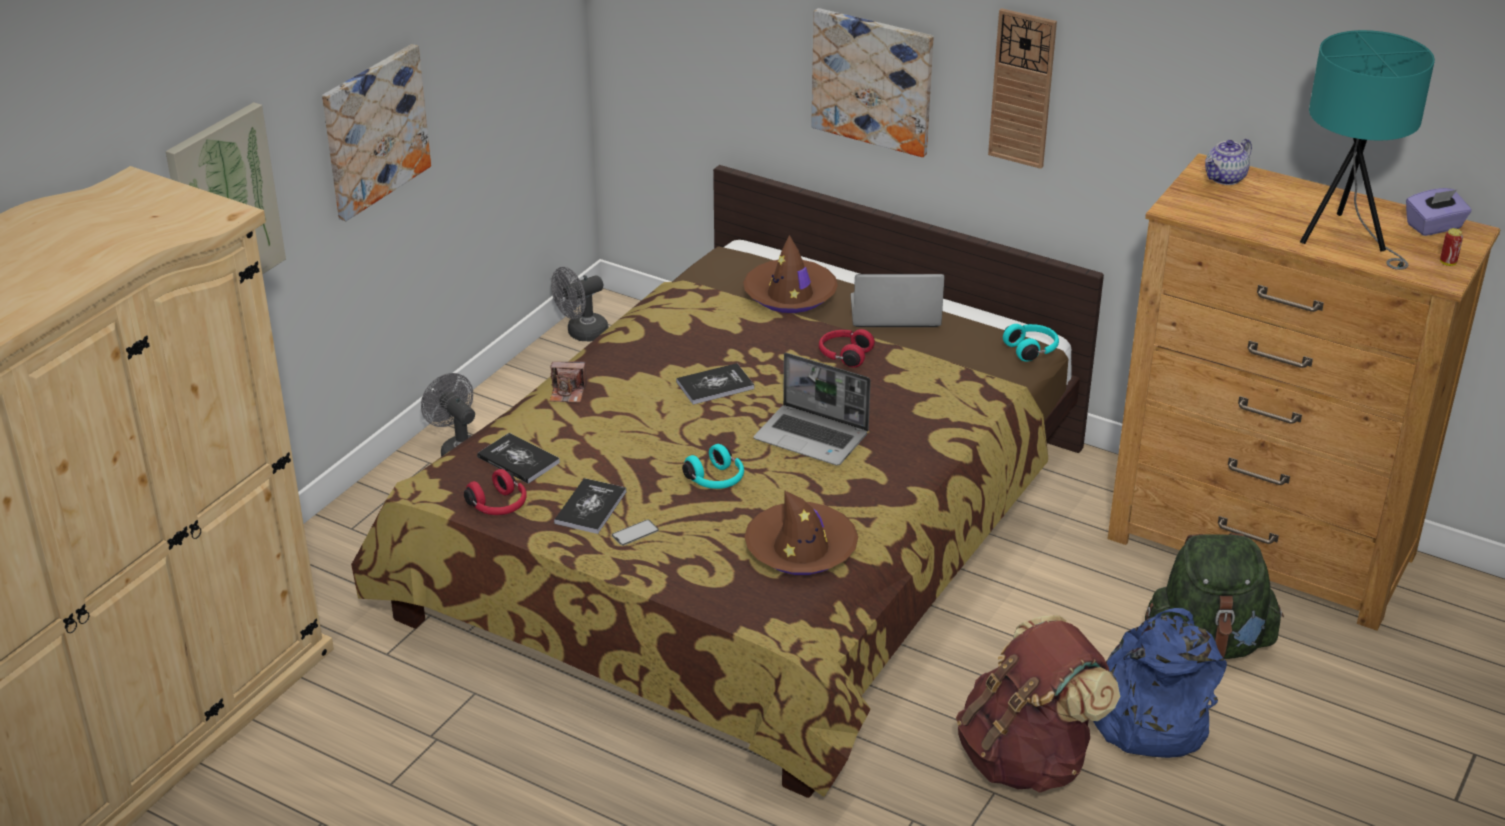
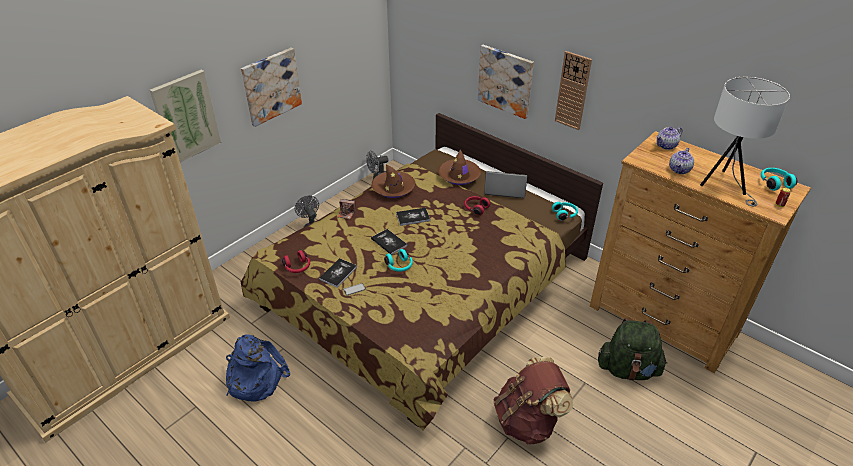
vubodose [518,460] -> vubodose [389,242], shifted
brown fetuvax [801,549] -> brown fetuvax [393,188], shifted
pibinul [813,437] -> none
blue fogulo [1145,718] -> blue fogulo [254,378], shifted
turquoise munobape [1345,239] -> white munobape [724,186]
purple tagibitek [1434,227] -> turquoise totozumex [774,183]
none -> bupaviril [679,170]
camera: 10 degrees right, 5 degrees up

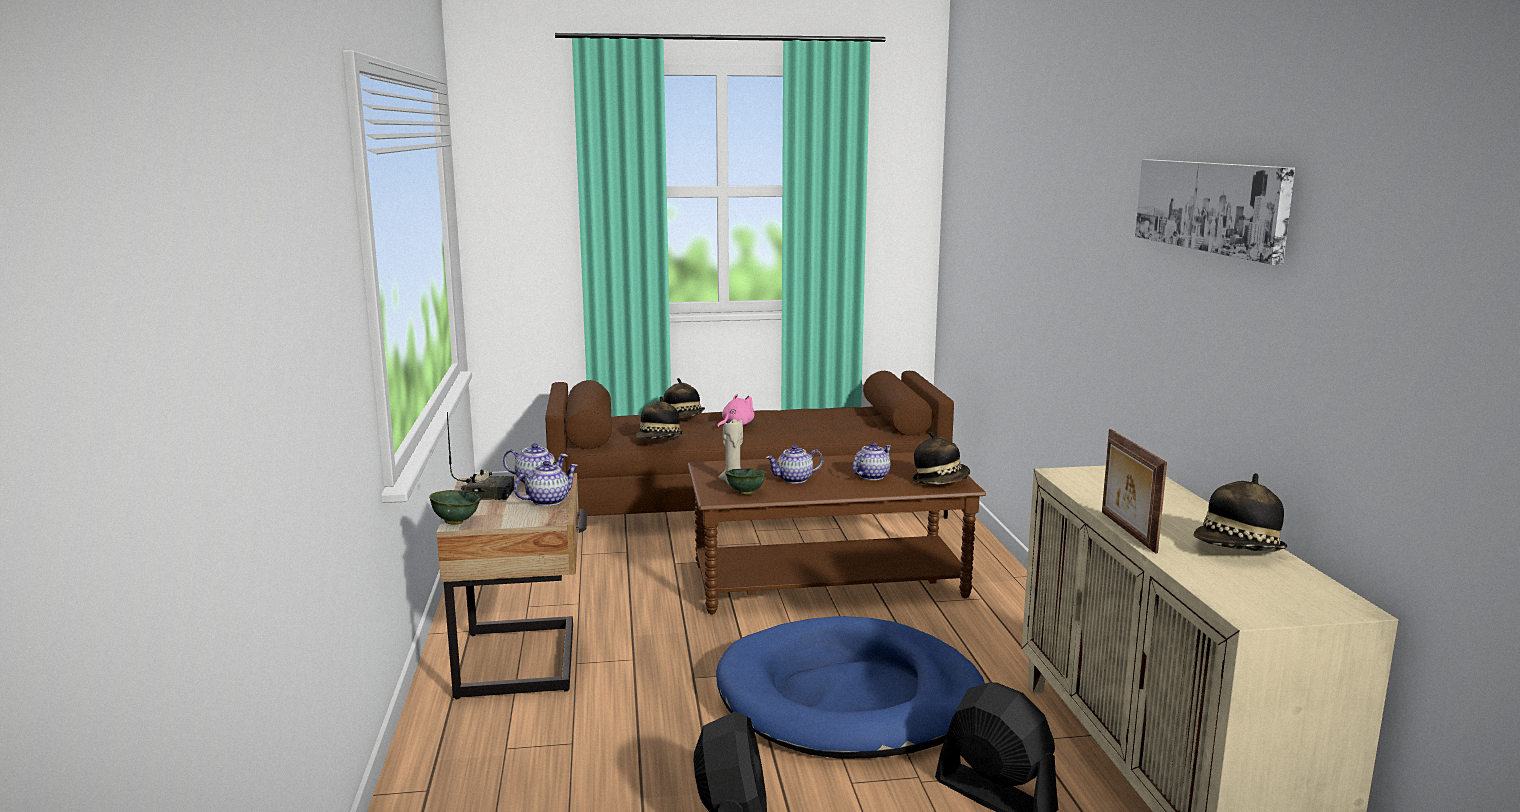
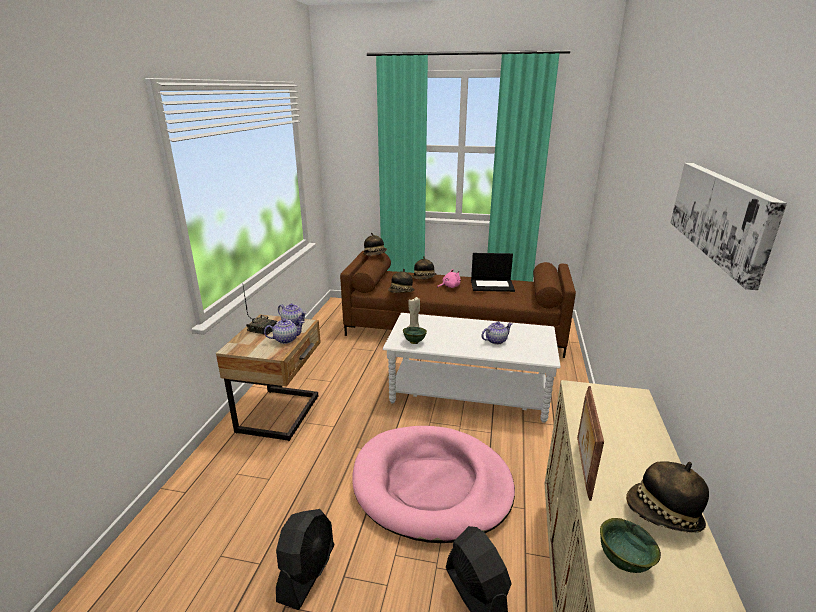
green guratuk [455,522] -> green guratuk [622,561], shifted
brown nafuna [829,582] -> white nafuna [469,393]
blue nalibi [850,698] -> pink nalibi [432,485]
bupaviril [794,479] -> none
fetuvax [940,482] -> fetuvax [375,255], shifted
none -> pibinul [492,285]
camera: 20 degrees right, 10 degrees up

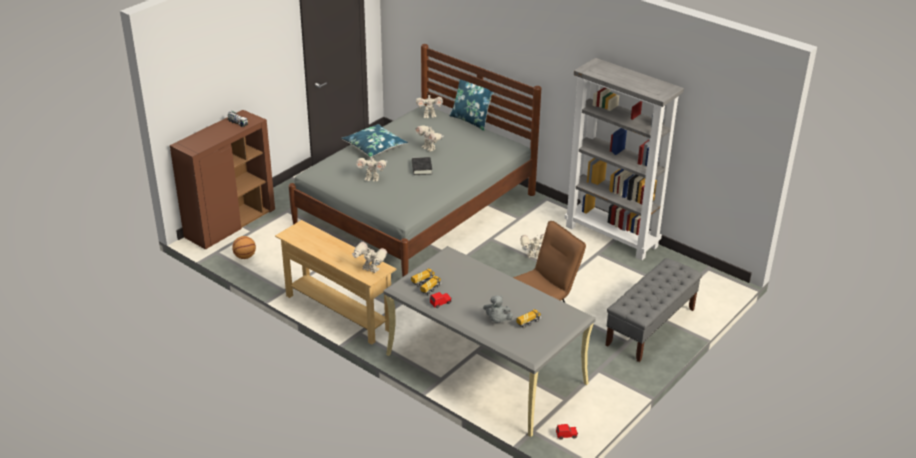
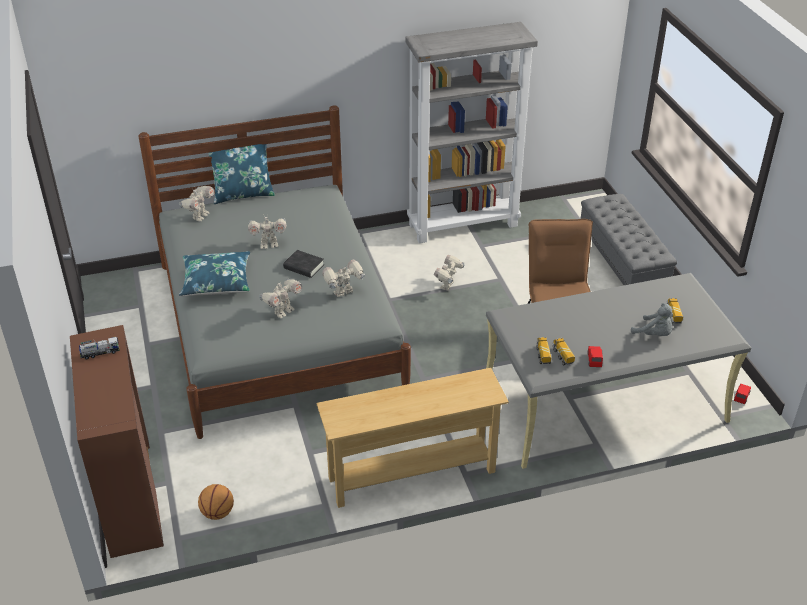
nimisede [370,270] -> nimisede [344,293], shifted
camera: 55 degrees left, 5 degrees up

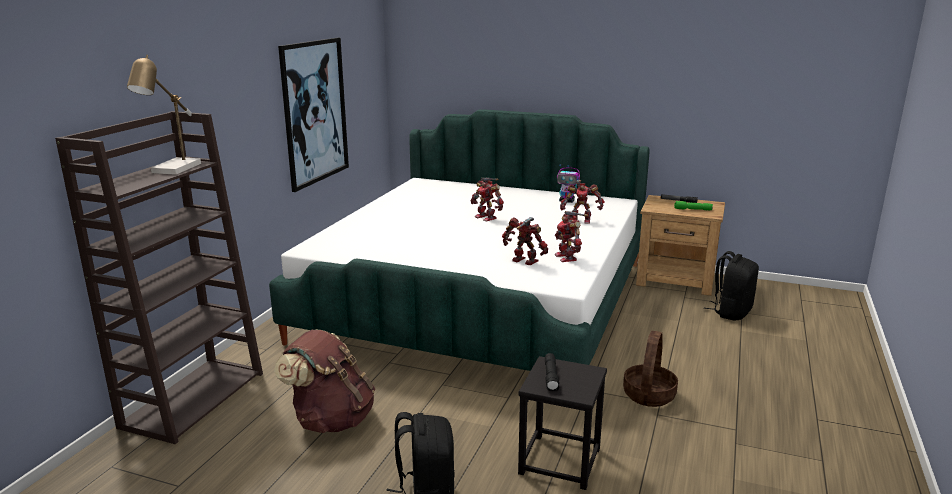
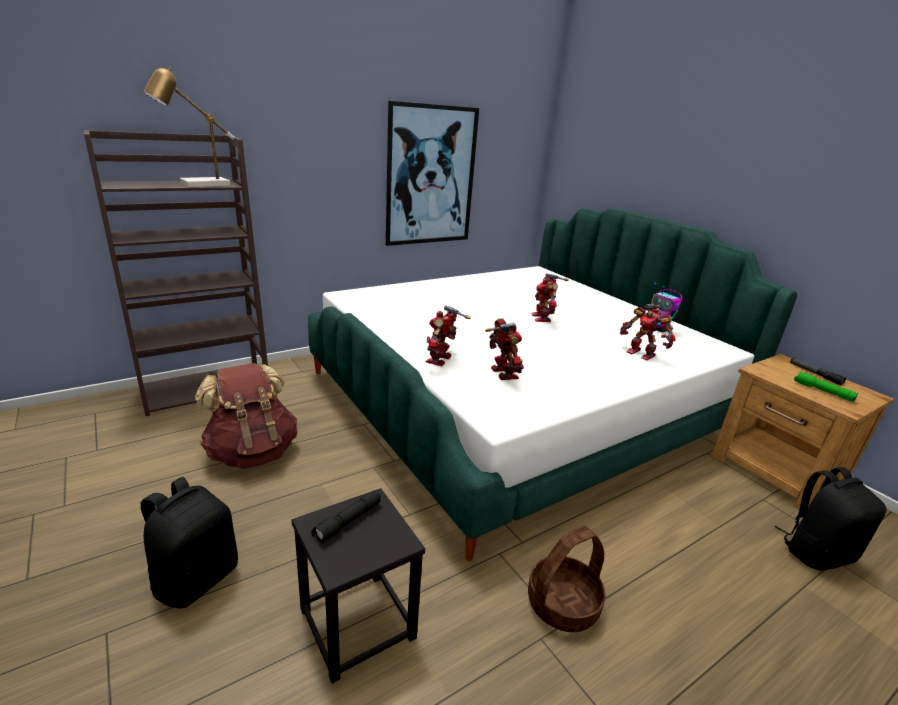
nimisede [567,257] -> nimisede [440,360], shifted
camera: 35 degrees right, 5 degrees up

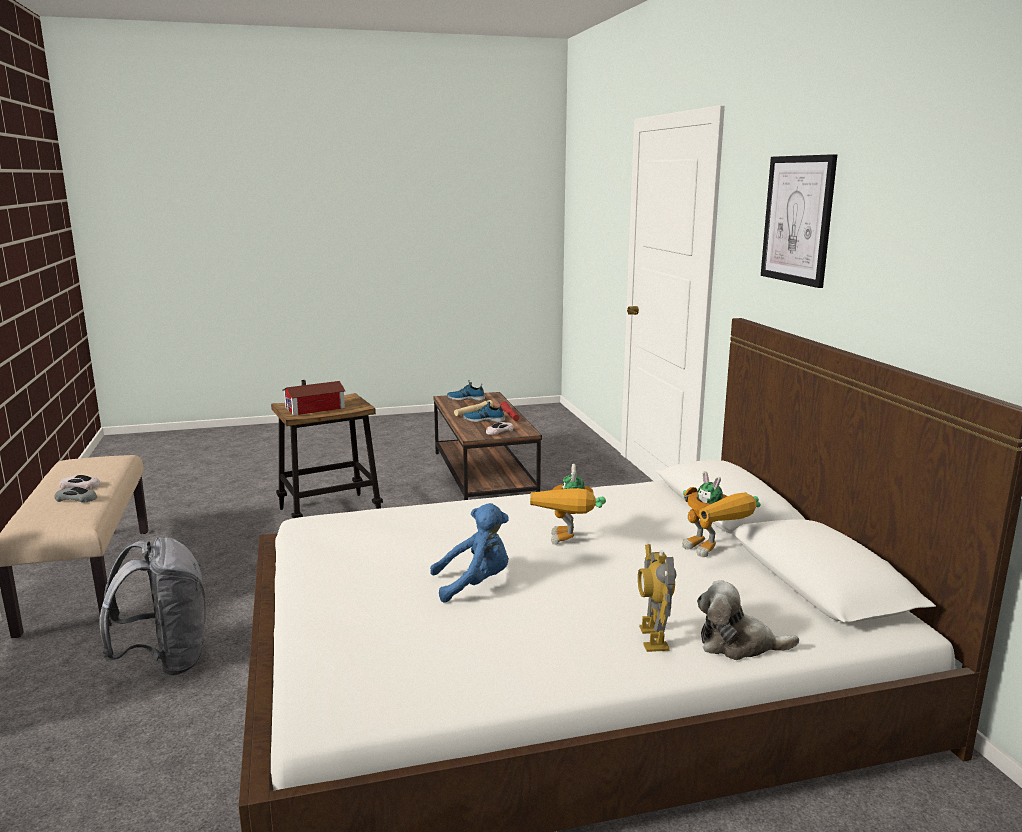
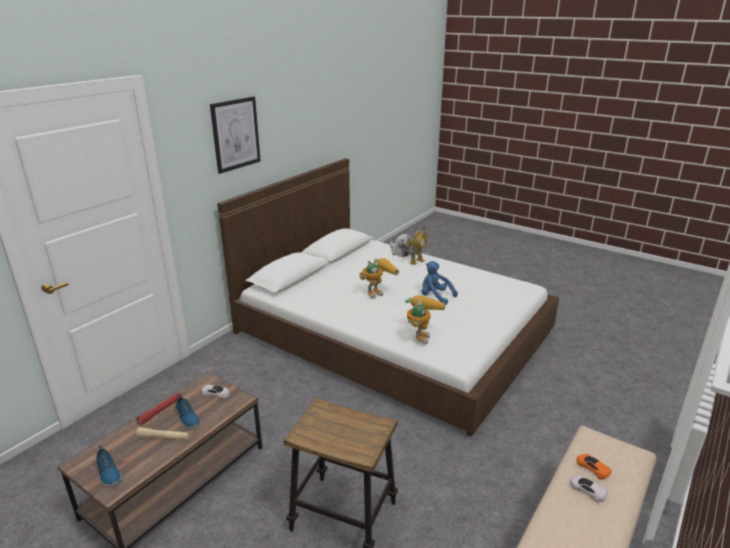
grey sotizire [76,499] -> orange sotizire [592,468]
grey fogulo [166,661] -> none
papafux [317,408] -> none
nimisede [714,553] -> nimisede [420,334], shifted
camera: 130 degrees left, 10 degrees up

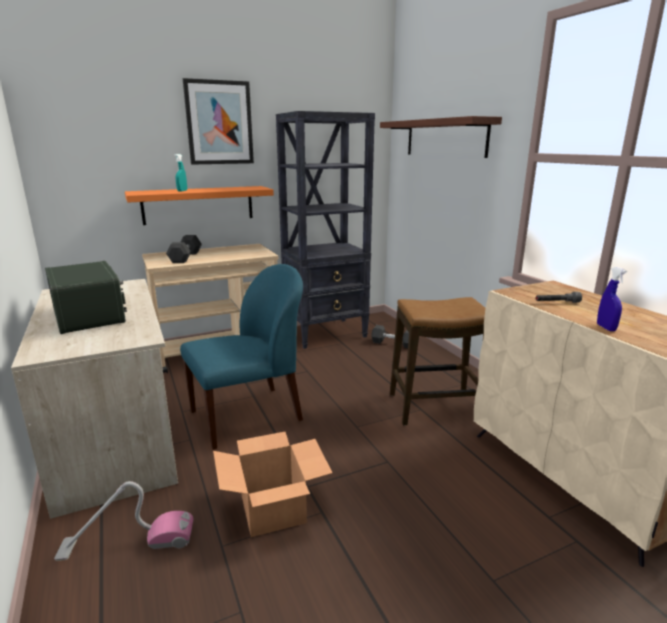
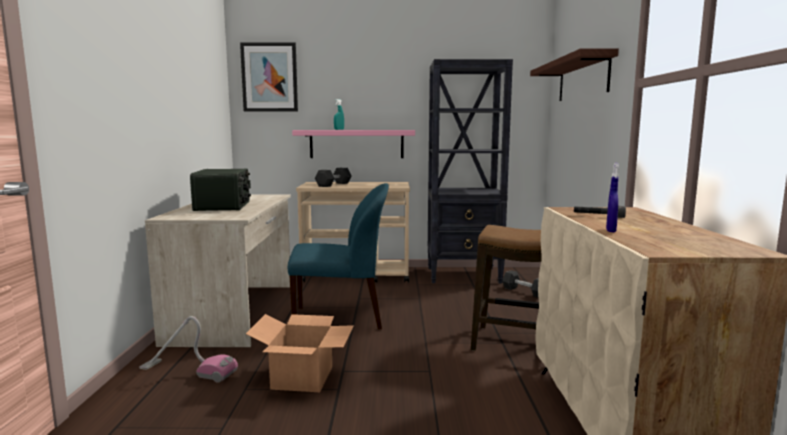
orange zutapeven [198,205] -> pink zutapeven [356,144]
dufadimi [219,123] -> dufadimi [269,77], shifted
camera: 25 degrees right, 10 degrees down

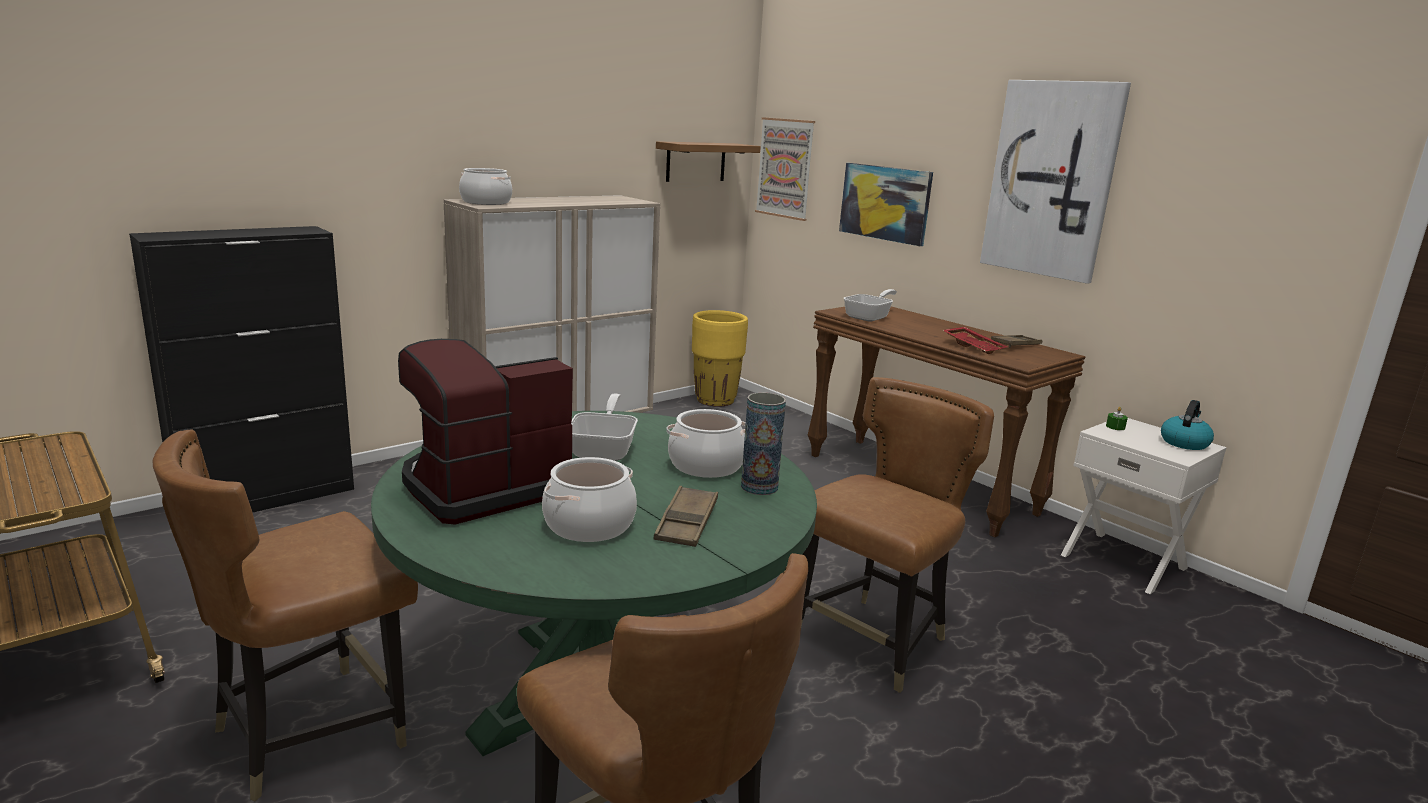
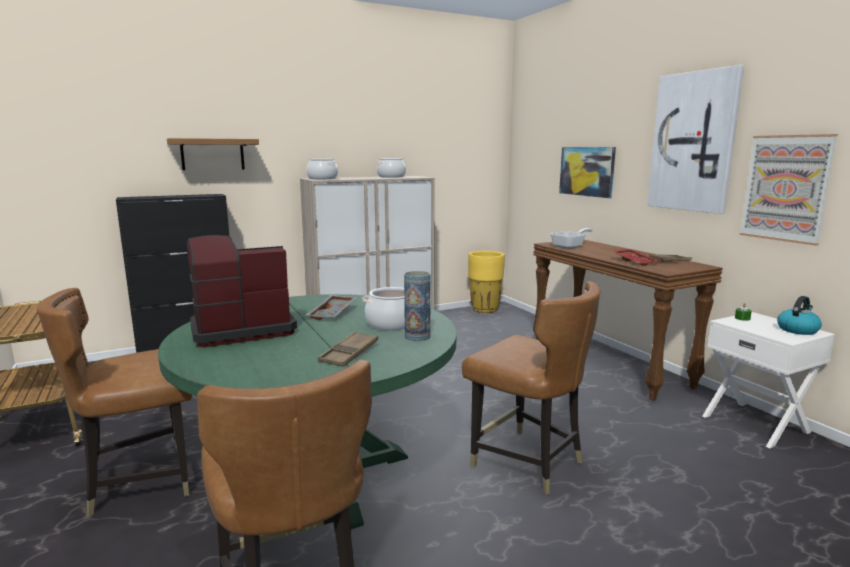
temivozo [589,525] -> temivozo [391,177], shifted
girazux [605,449] -> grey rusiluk [333,313]
zutapeven [696,161] -> zutapeven [212,154], shifted
dufadimi [785,168] -> dufadimi [786,188], shifted
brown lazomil [873,641] -> brown lazomil [527,462], 75 degrees clockwise
camera: 15 degrees right, 5 degrees down

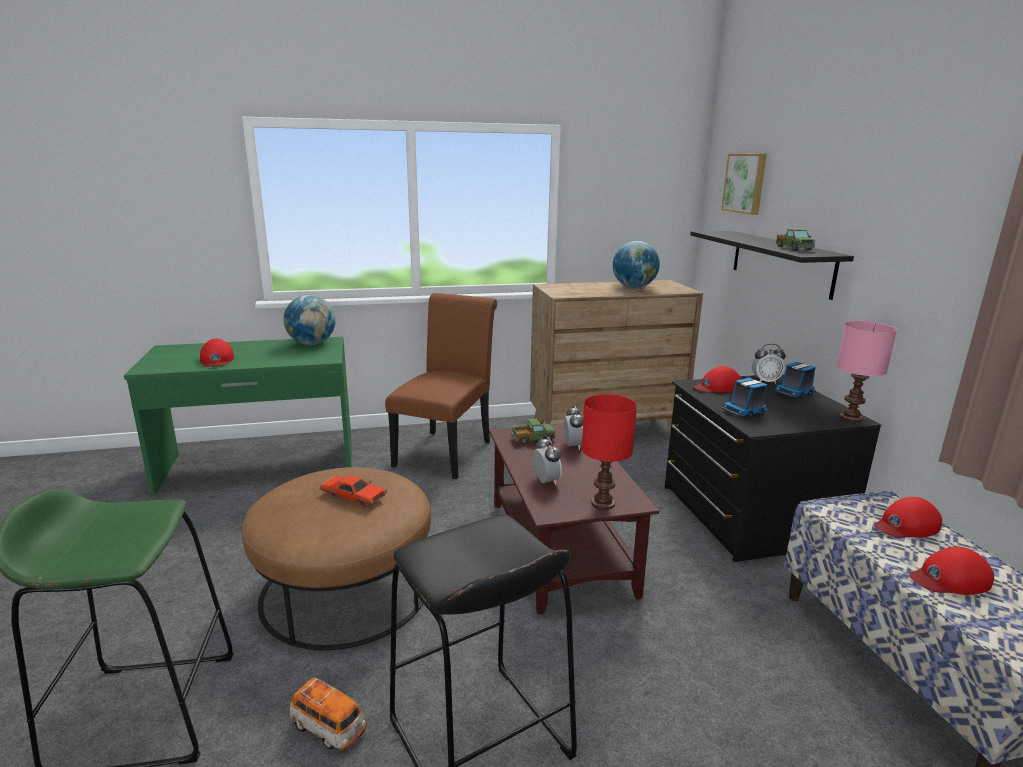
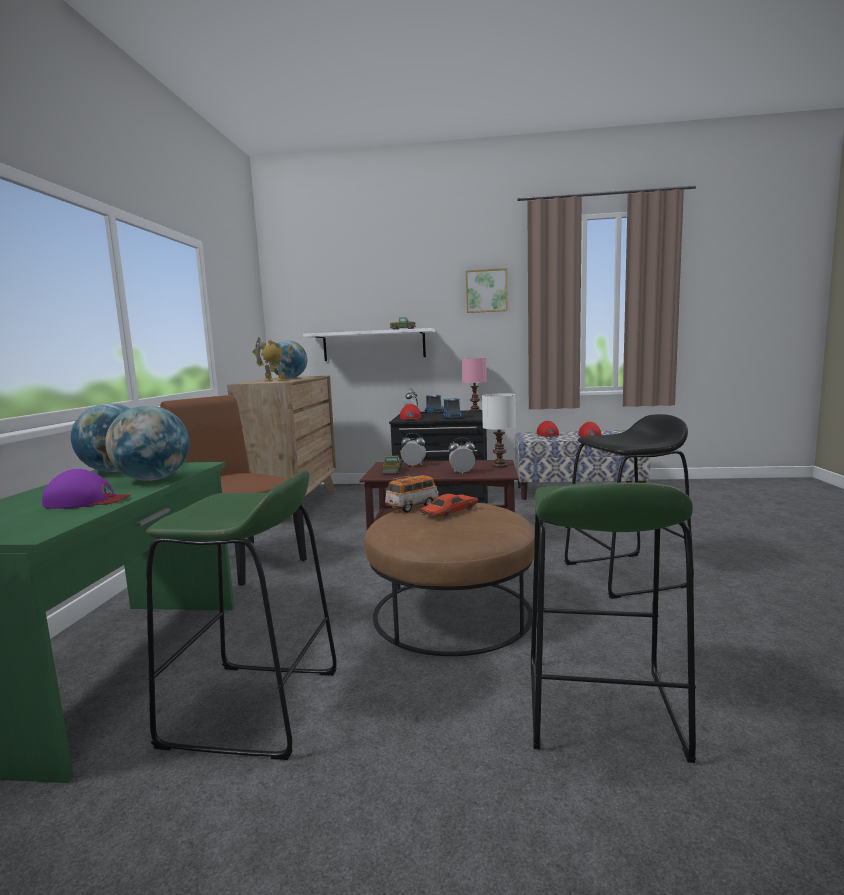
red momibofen [217,360] -> purple momibofen [86,501]
sotizire [328,728] -> sotizire [412,506], shifted
red munobape [602,503] -> white munobape [499,466]
black zutapeven [781,262] -> white zutapeven [374,345]
dufadimi [745,183] -> dufadimi [486,291], shifted
none -> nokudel [153,479]
none -> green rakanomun [254,708]
none -> nimisede [275,380]
camera: 70 degrees left, 10 degrees down

